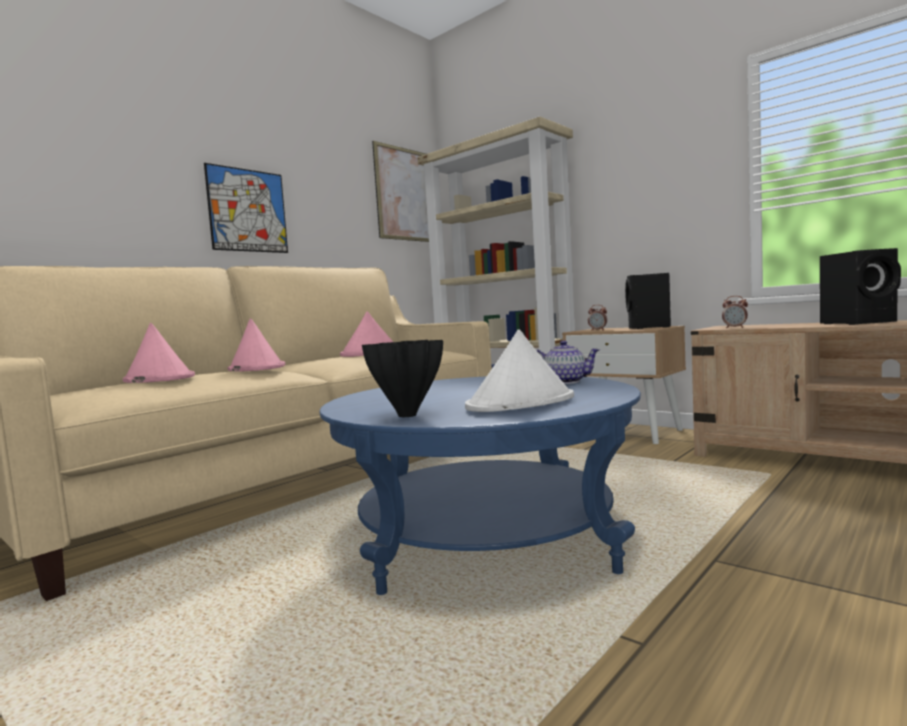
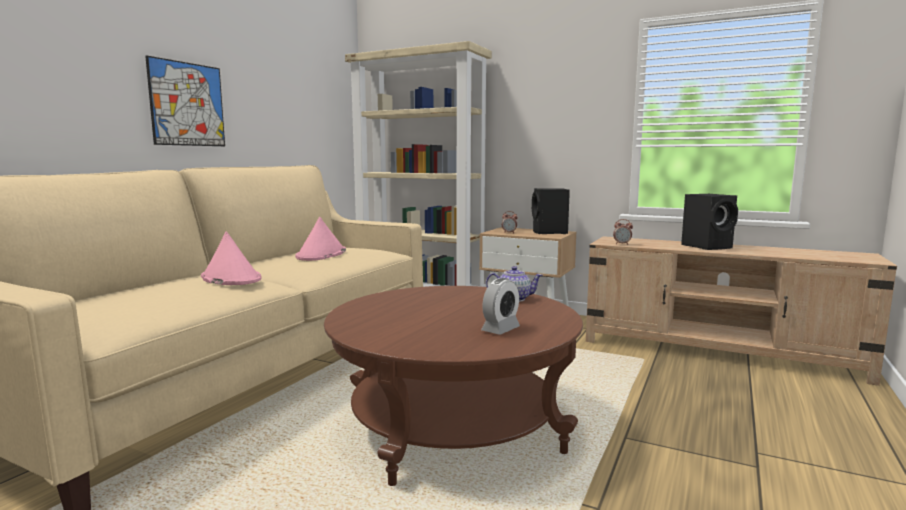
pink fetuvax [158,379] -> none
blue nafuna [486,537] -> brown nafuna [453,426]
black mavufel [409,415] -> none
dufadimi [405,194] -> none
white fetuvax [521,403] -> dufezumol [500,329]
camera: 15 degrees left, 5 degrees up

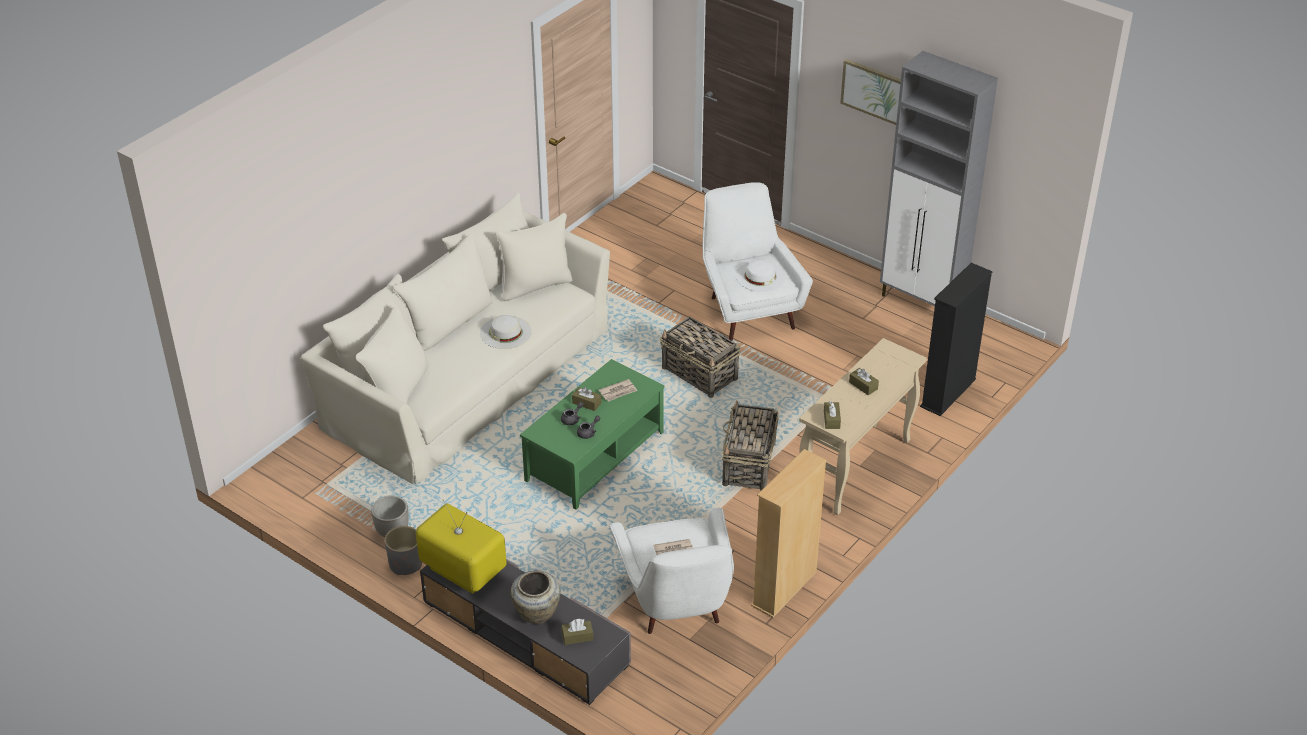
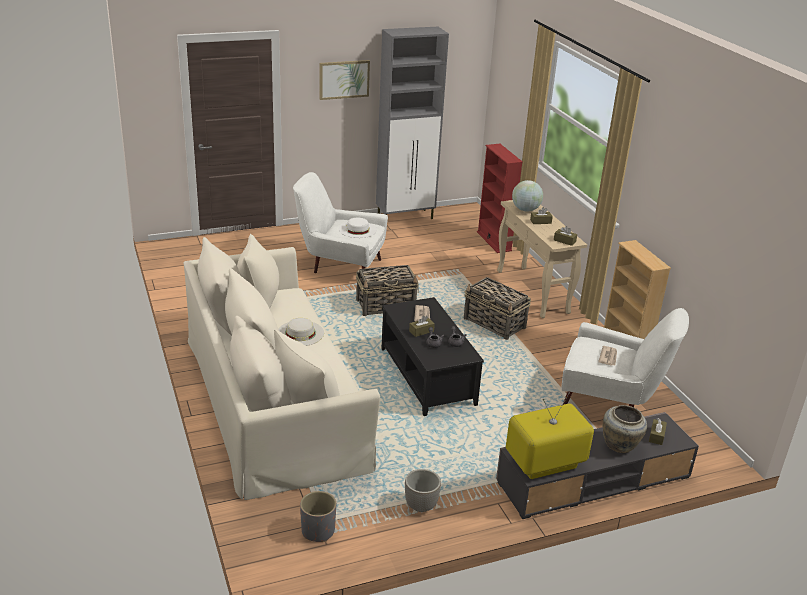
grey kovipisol [405,564] -> grey kovipisol [318,531], shifted
green nafuna [593,456] -> black nafuna [426,377]
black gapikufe [948,393] -> red gapikufe [494,241]
none -> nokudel [525,210]
camera: 60 degrees left, 10 degrees down

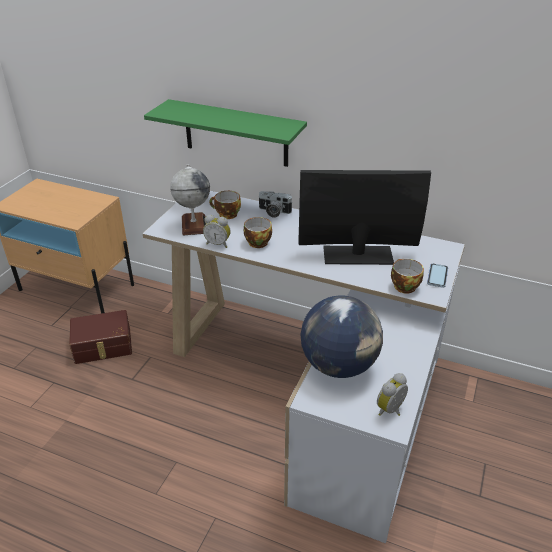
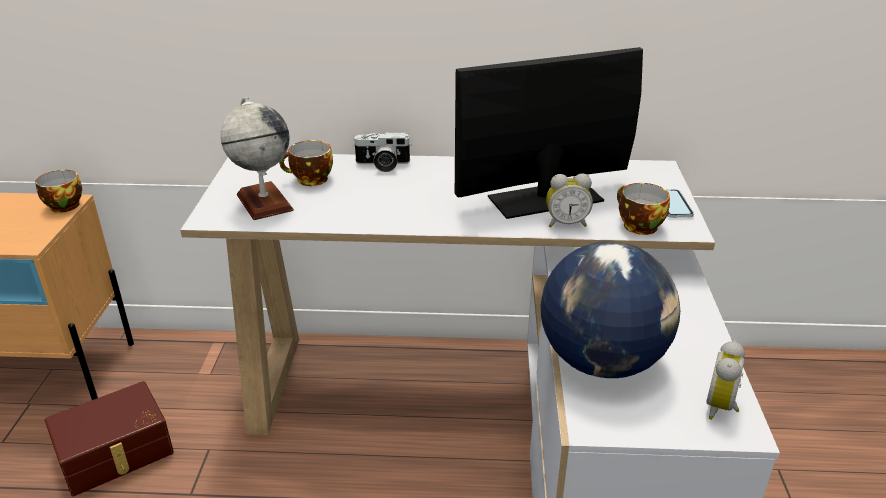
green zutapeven [236,133] -> none
dufezumol [218,244] -> dufezumol [566,223], shifted
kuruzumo [256,242] -> kuruzumo [62,205], shifted
camera: 20 degrees left, 5 degrees down

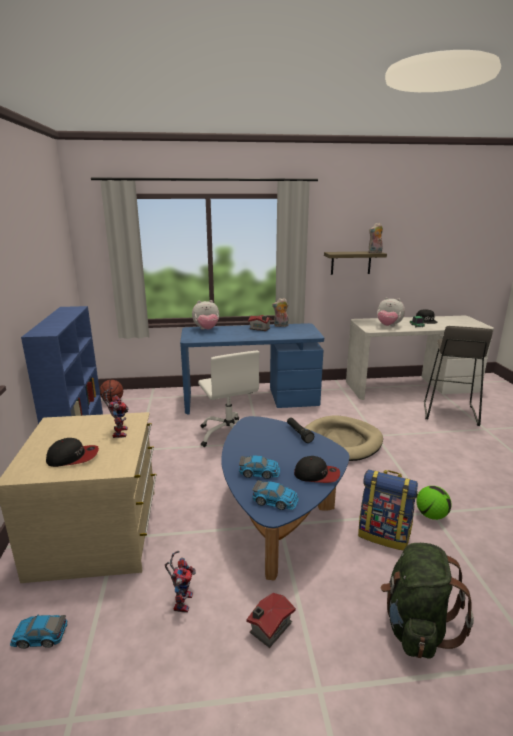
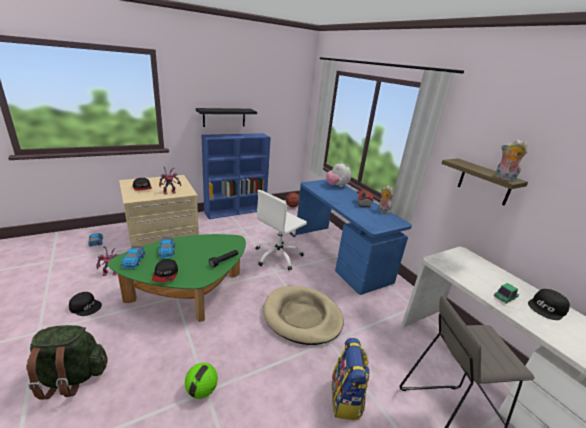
blue nafuna [277,513] -> green nafuna [188,294]
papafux [269,628] -> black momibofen [86,306]
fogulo [384,535] -> fogulo [346,399], shifted
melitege [388,326] -> none
none -> black zutapeven [224,117]
camera: 65 degrees right, 5 degrees up

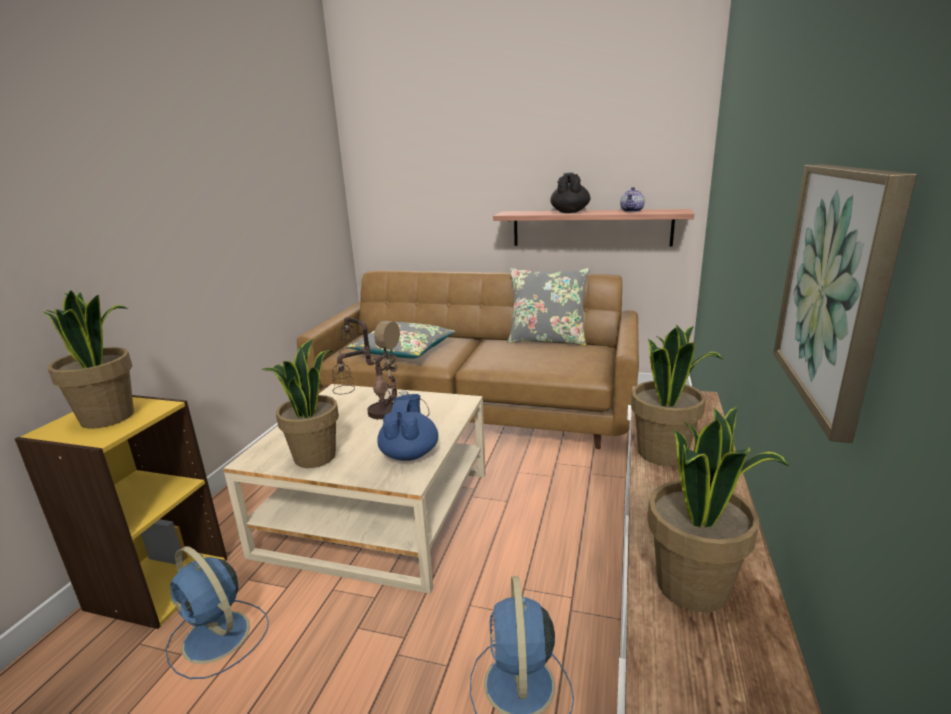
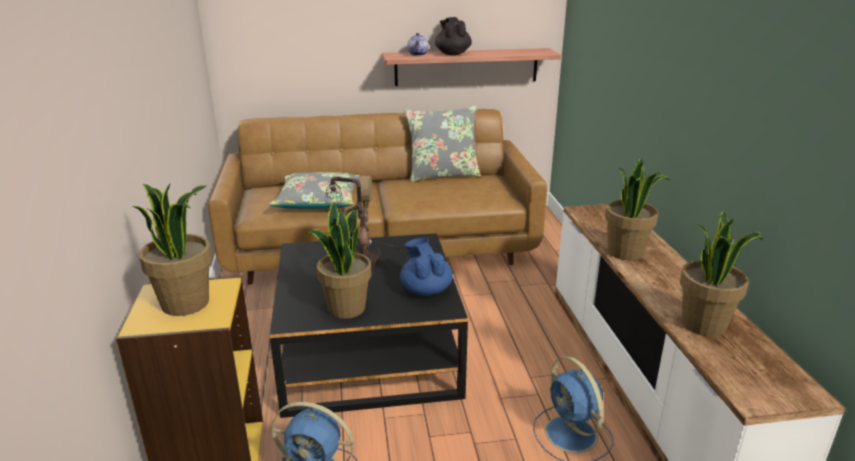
beige nafuna [377,511] -> black nafuna [368,352]
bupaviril [632,211] -> bupaviril [418,54], shifted
dufadimi [836,288] -> none
camera: 25 degrees left, 5 degrees up

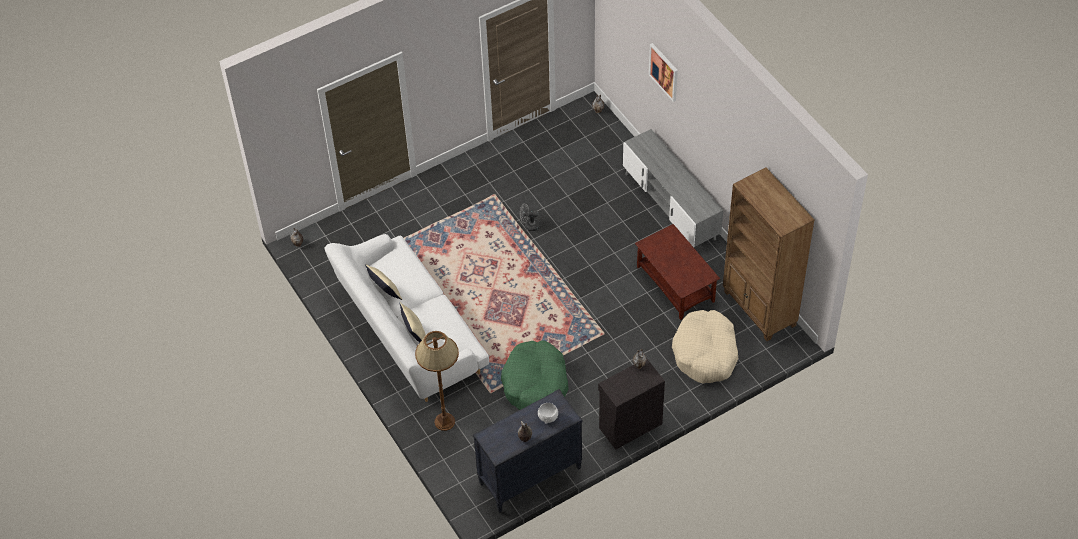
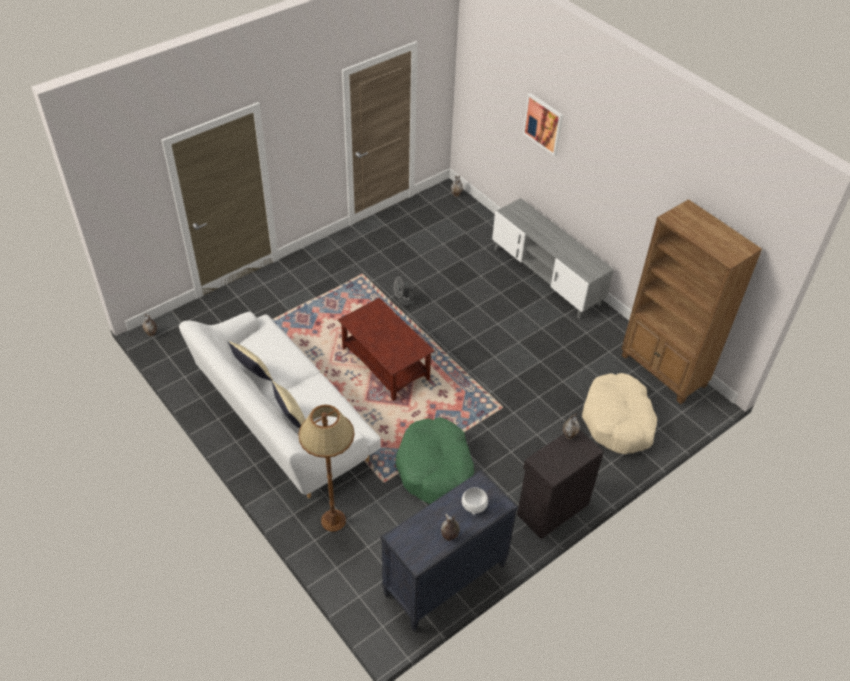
brown nafuna [674,284] -> brown nafuna [384,363], shifted
camera: 10 degrees left, 5 degrees down

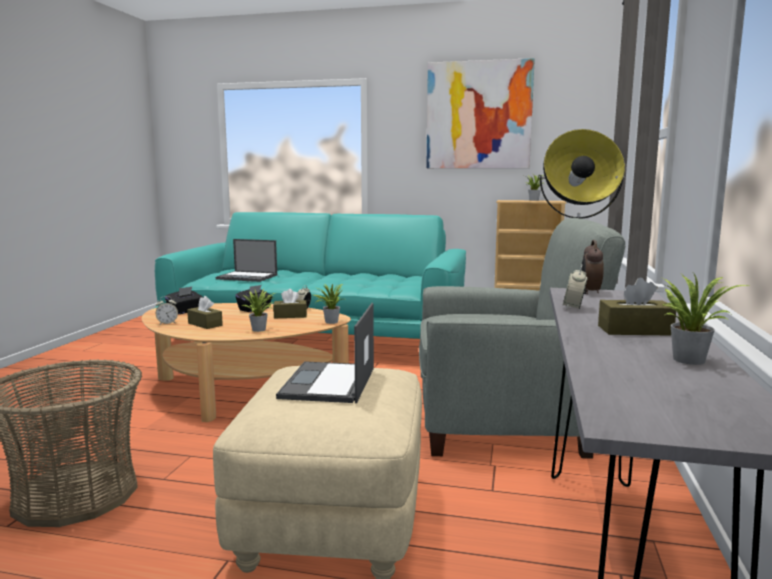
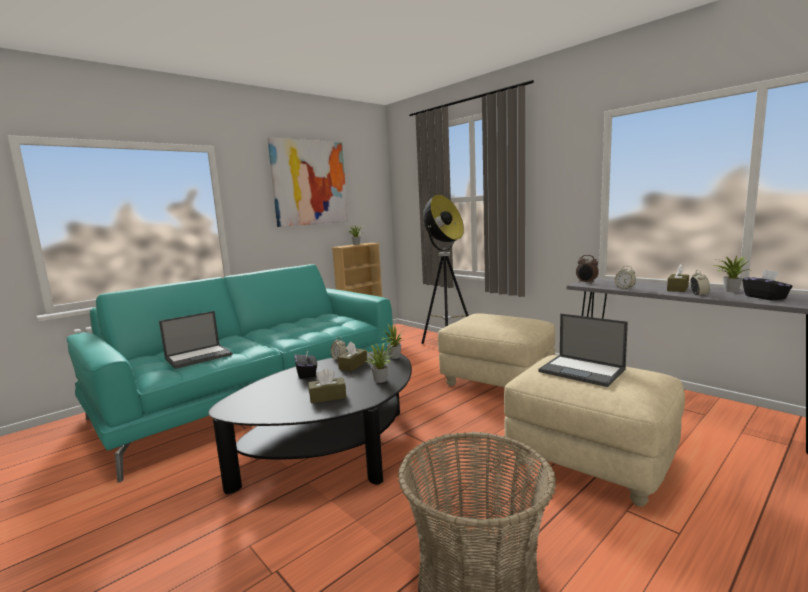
beige nafuna [242,392] -> black nafuna [333,453]
dufezumol [167,323] -> dufezumol [699,295], shifted
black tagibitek [185,311] -> black tagibitek [765,297], shifted
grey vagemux [502,423] -> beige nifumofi [497,382]
camera: 55 degrees left, 0 degrees up

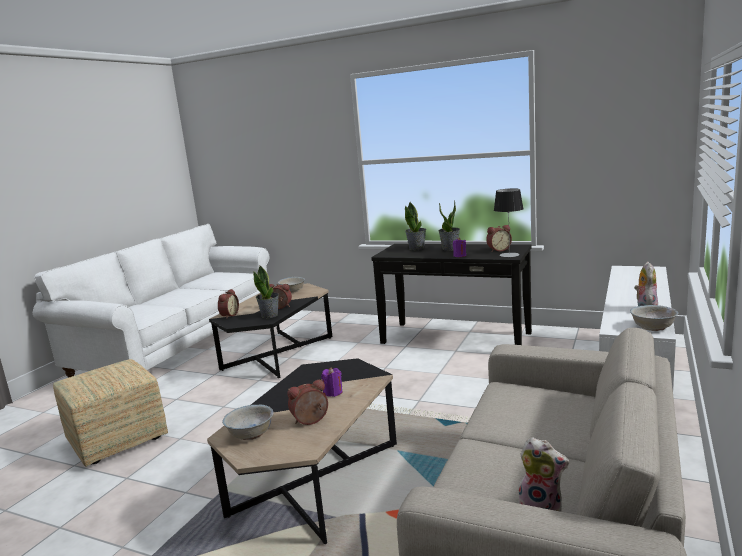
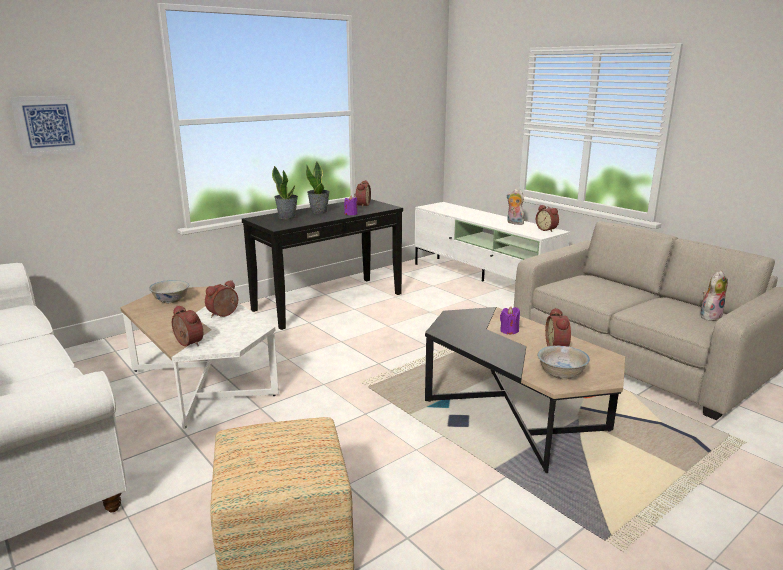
black nafuna [278,353] -> white nafuna [202,383]
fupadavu [270,315] -> none
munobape [509,255] -> none
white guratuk [653,327] -> dufezumol [547,229]
none -> dufadimi [48,125]
camera: 65 degrees left, 5 degrees up

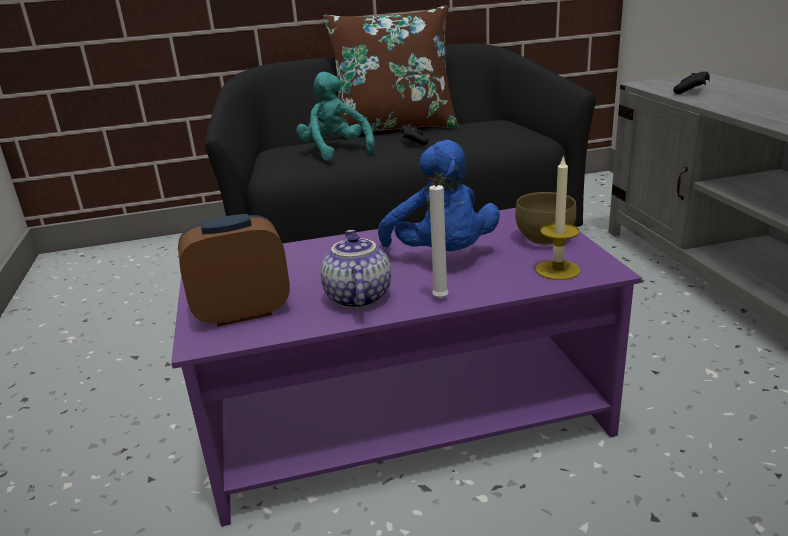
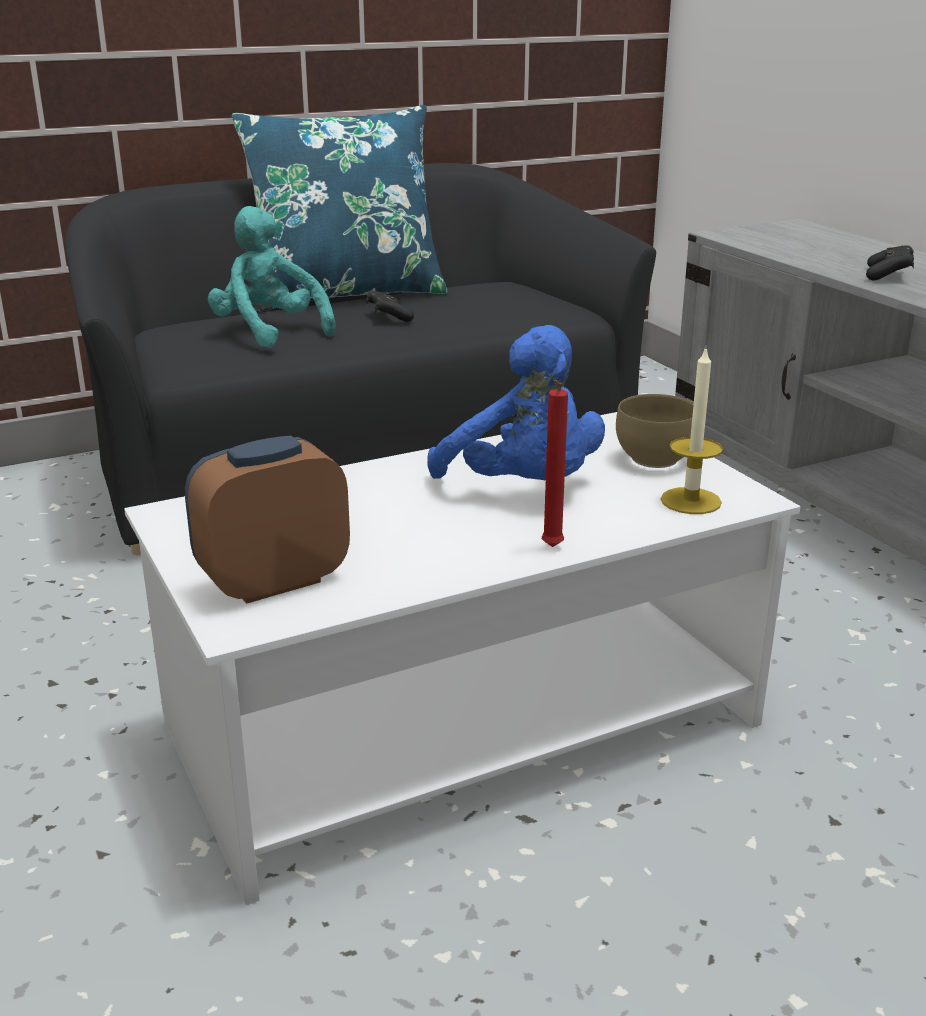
purple nafuna [402,415] -> white nafuna [459,725]
bupaviril [356,297] -> none
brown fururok [395,128] -> blue fururok [347,294]
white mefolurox [439,300] -> red mefolurox [551,548]
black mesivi [691,91] -> black mesivi [888,275], shifted
camera: 15 degrees left, 0 degrees up

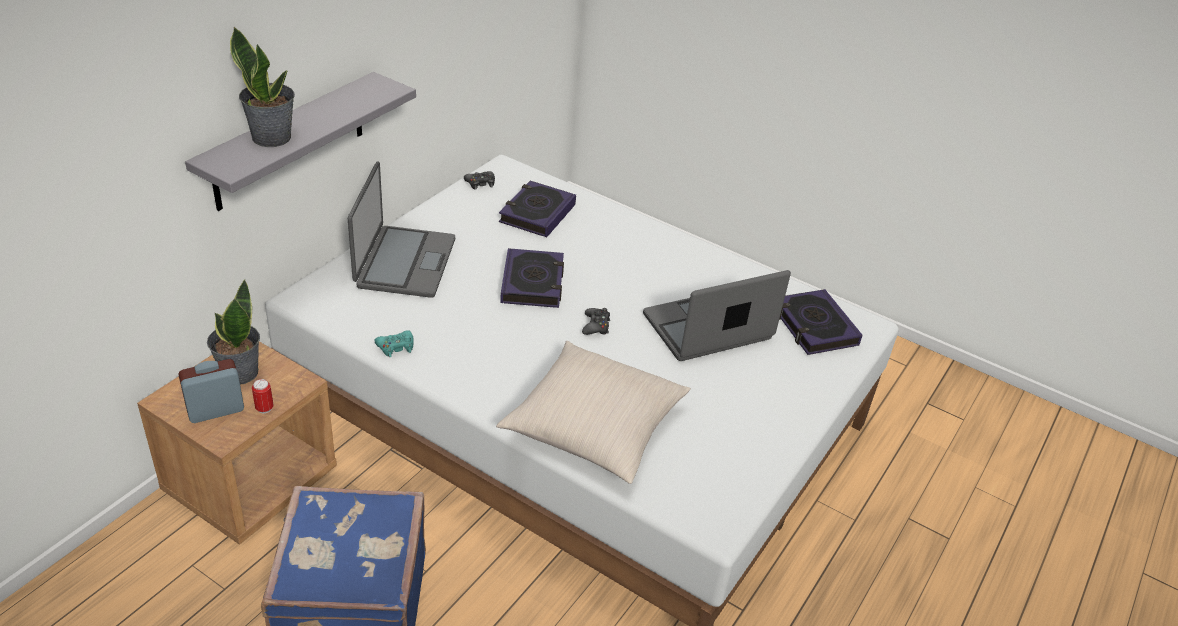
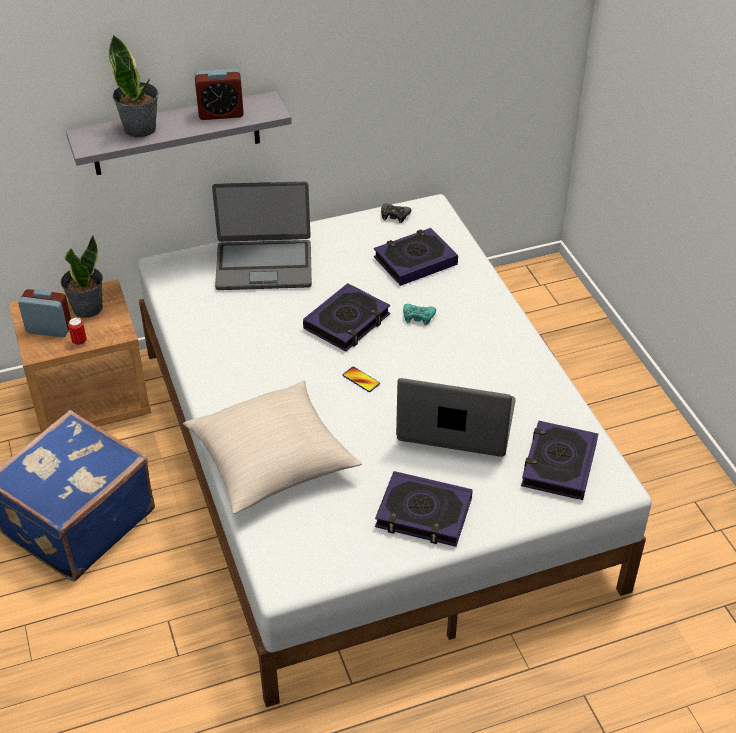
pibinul [404,263] -> pibinul [264,265], 45 degrees clockwise
turquoise mesivi [396,347] -> turquoise mesivi [418,317], shifted
black mesivi [596,326] -> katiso [361,380]
none -> dufezumol [221,113]
none -> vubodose [423,514]
camera: 40 degrees right, 5 degrees up

